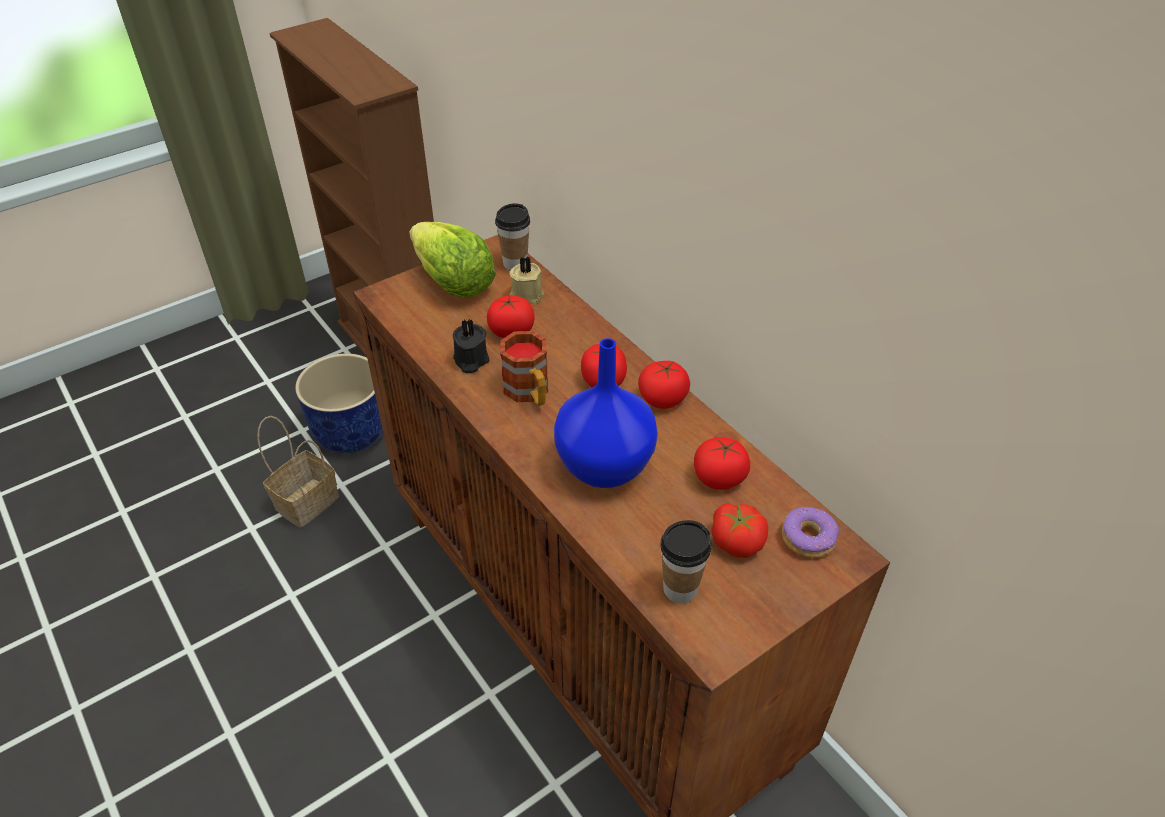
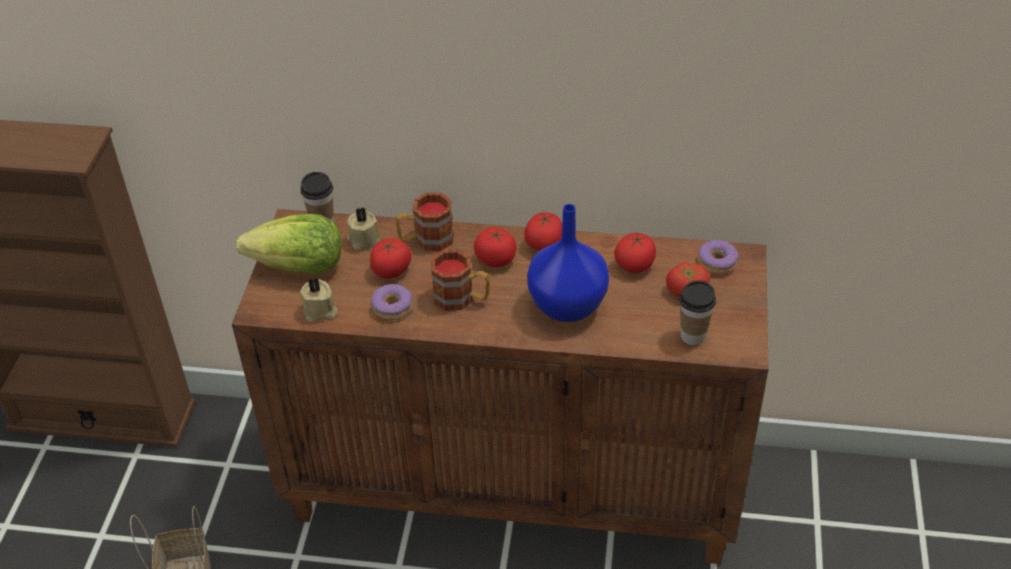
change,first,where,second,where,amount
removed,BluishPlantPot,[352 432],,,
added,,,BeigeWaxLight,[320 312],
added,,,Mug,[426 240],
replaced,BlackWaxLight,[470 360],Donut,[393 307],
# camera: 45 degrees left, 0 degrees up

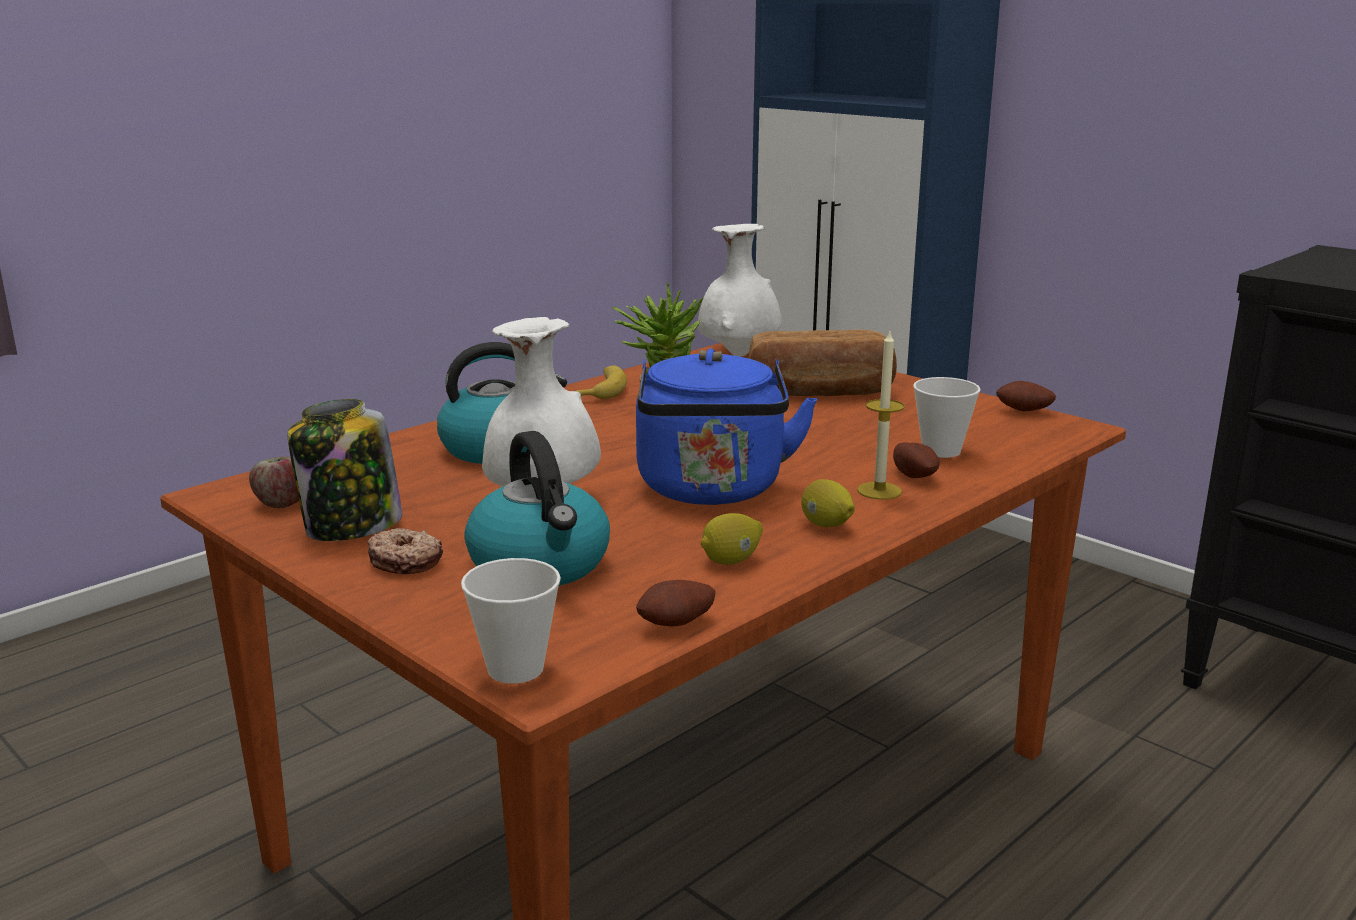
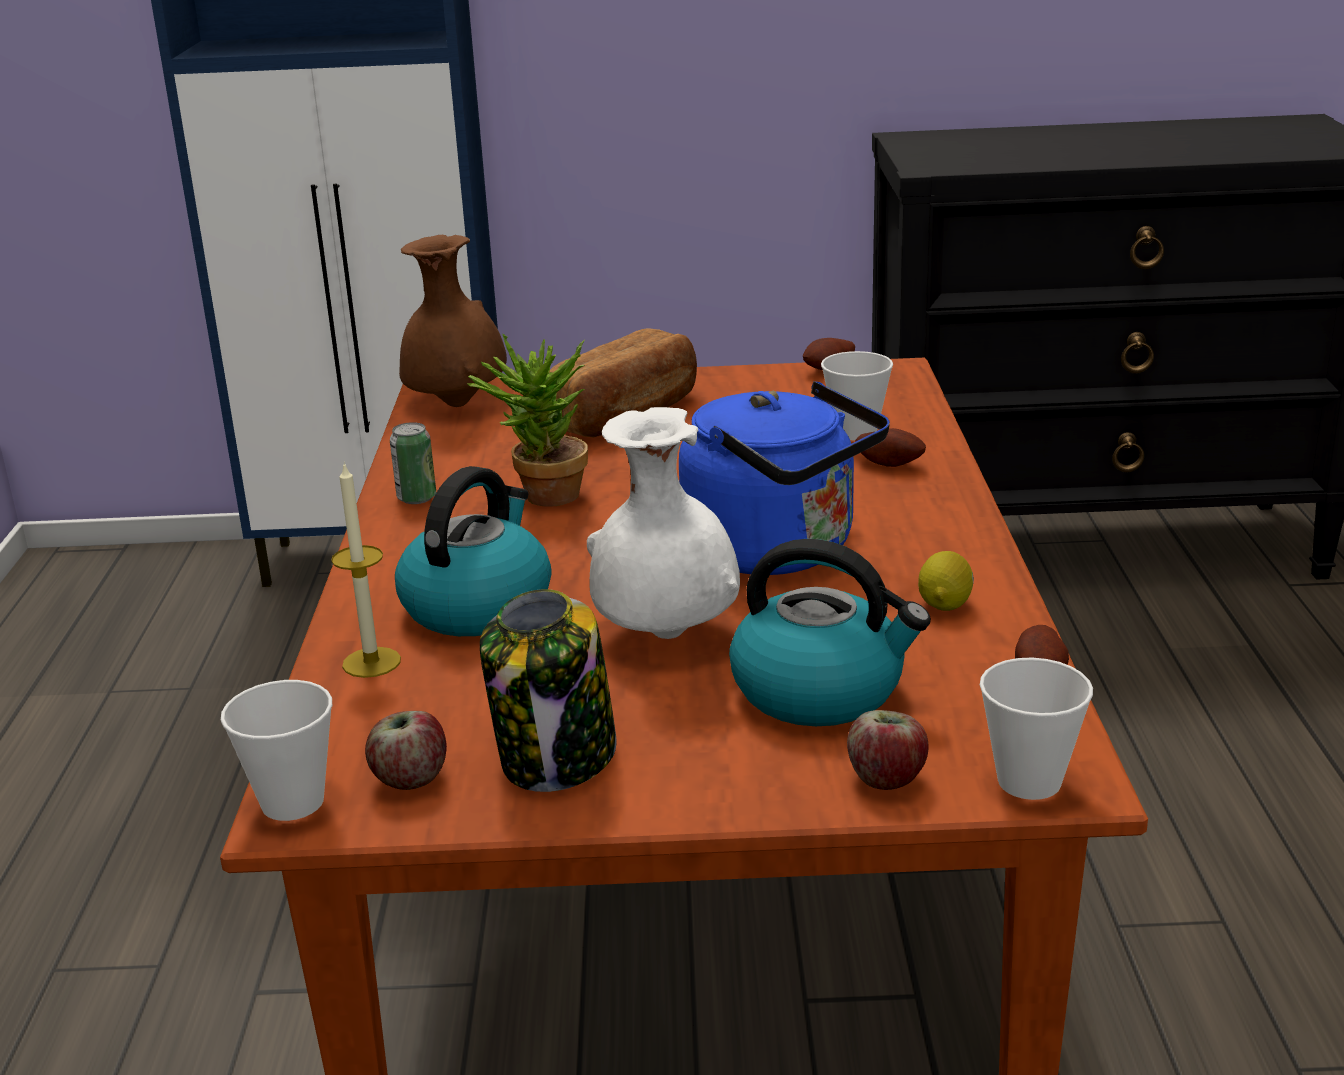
change,first,where,second,where,amount
removed,Donut,[406 561],,,
removed,WholeLemon,[826 525],,,
added,,,Cup,[292 802],
added,,,Apple,[887 779],
moved,WaxLight,[879 491],,[371 662],
replaced,BananaFruit,[602 390],Can,[416 498],
recoloured,WhiteColouredFlowerVase,[738 355],BrownFlowerVase,[456 405],
# camera: 45 degrees left, 5 degrees up

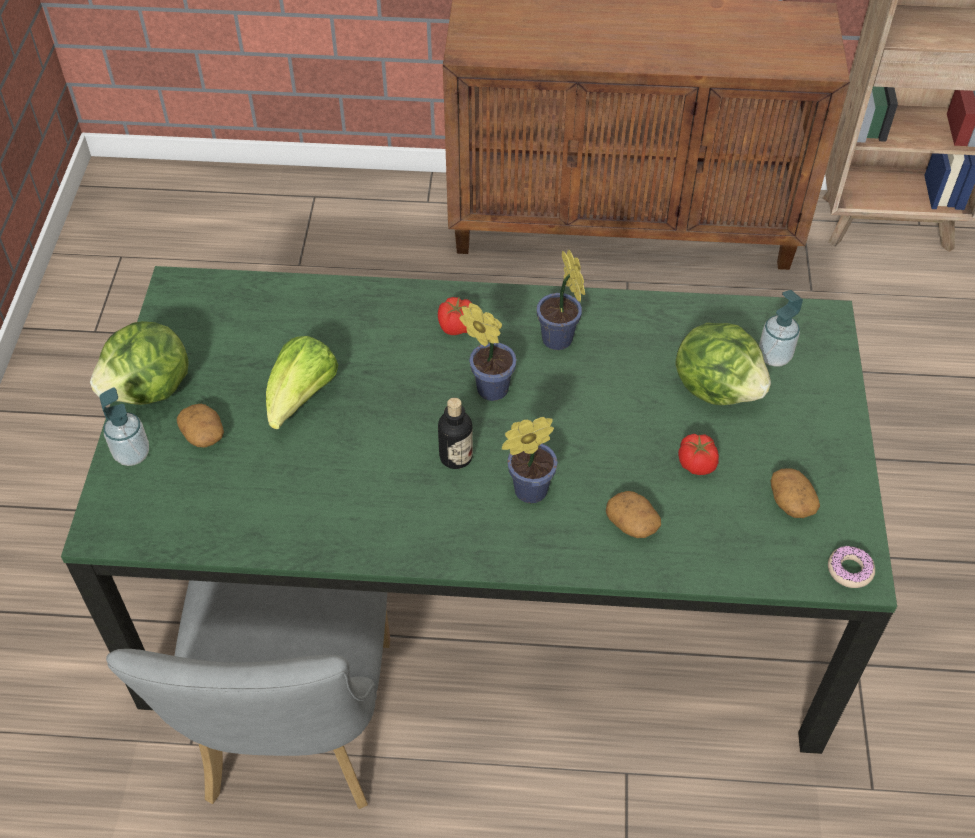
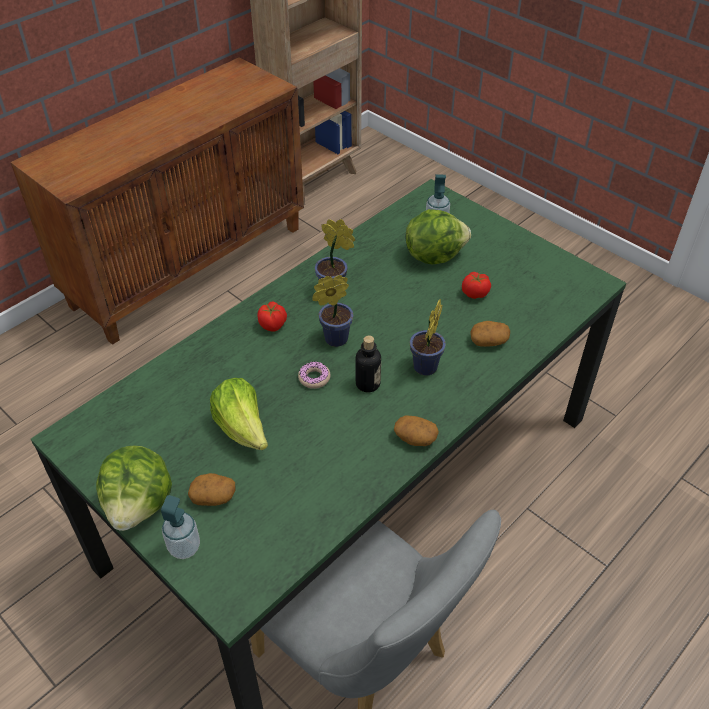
change,first,where,second,where,amount
moved,Potato,[790 502],,[415 438],
moved,Donut,[850 570],,[314 378],
# camera: 50 degrees left, 5 degrees down

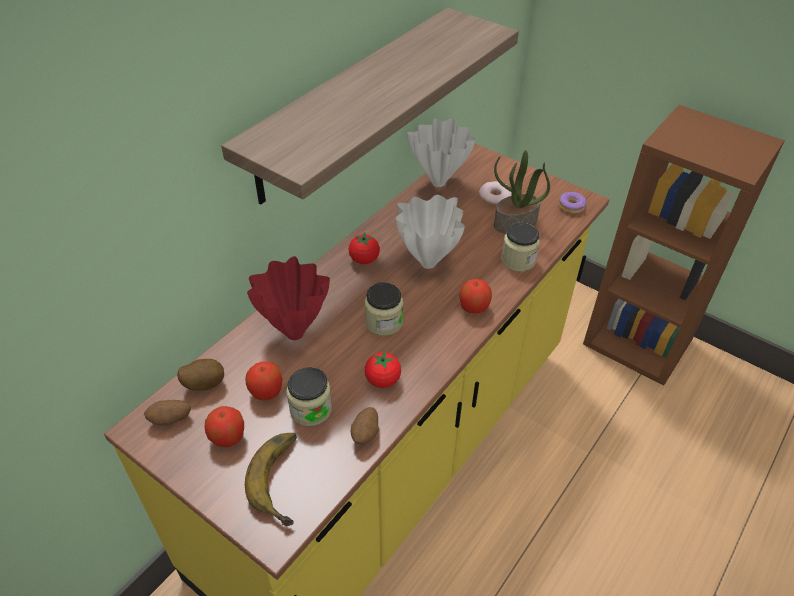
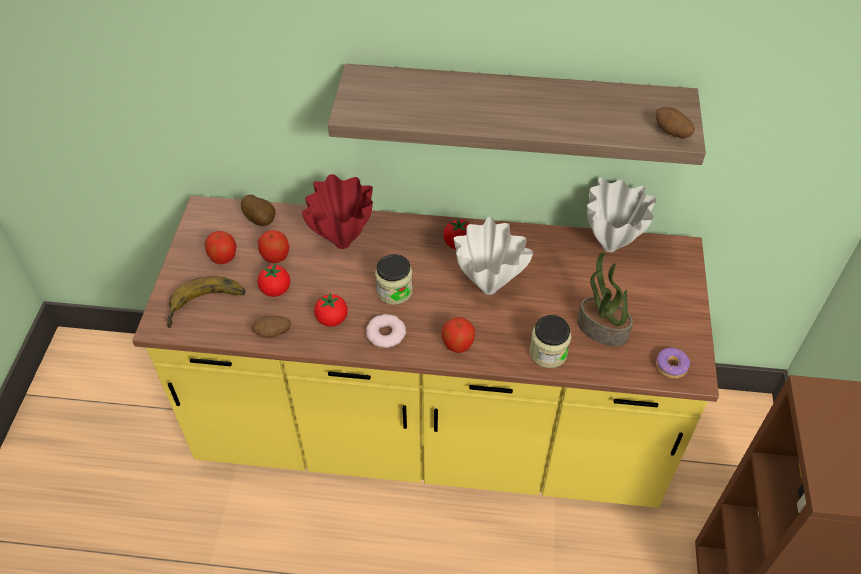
change,first,where,second,where,amount
moved,Potato,[170 420],,[671 133],
moved,Donut,[495 196],,[385 333],
replaced,PreserveJar,[311 409],WholeTomato,[275 290],
# camera: 60 degrees right, 5 degrees up

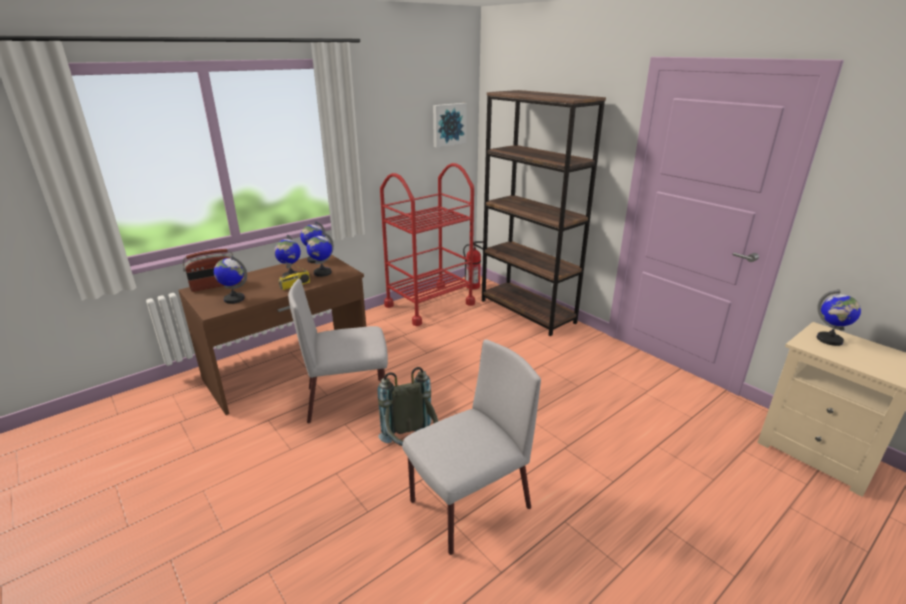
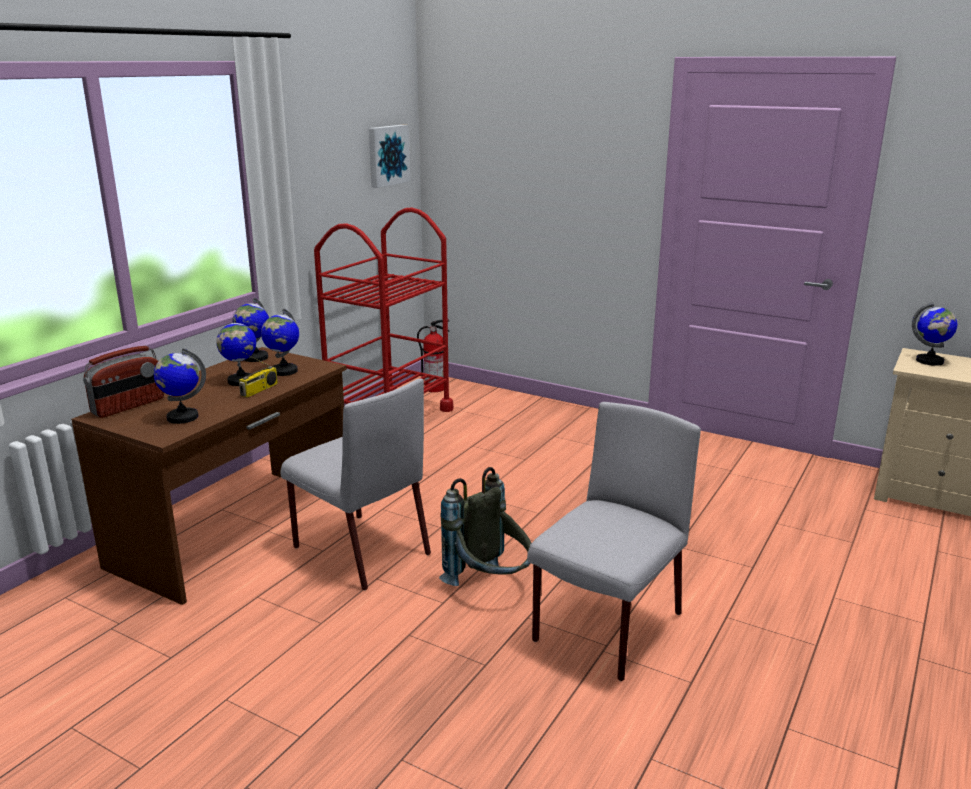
change,first,where,second,where,amount
removed,BrownBookcase,[527 311],,,
turned,GreyPlainChair,[348 399],,[359 550],105 degrees counterclockwise
# camera: 20 degrees left, 5 degrees down

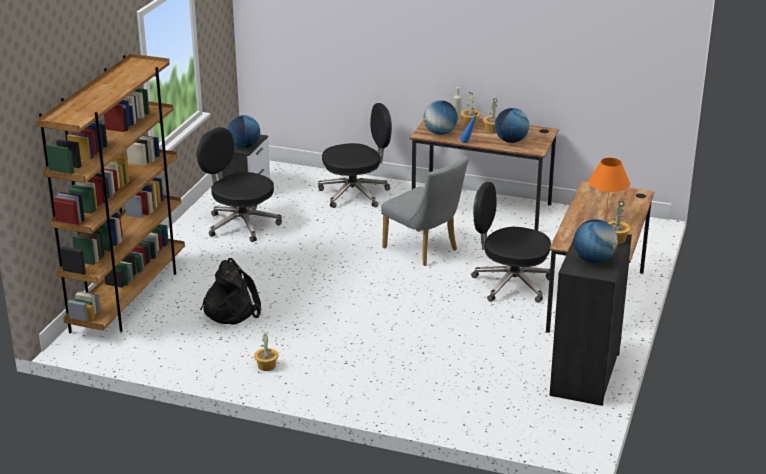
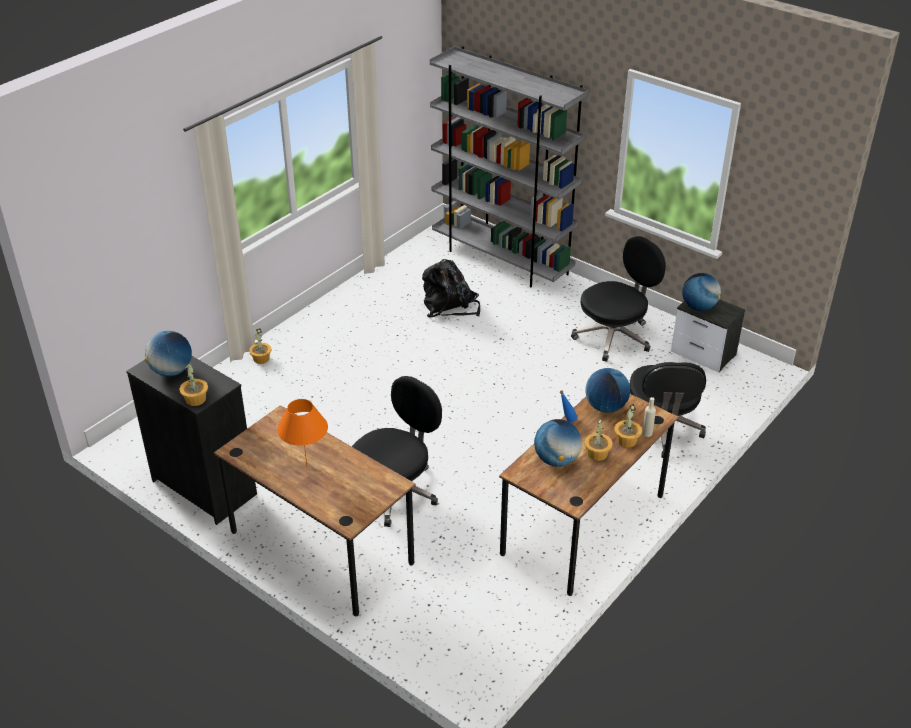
change,first,where,second,where,amount
removed,GreyPlainChair,[424 250],,,
moved,PlantInAPot,[266 366],,[261 358],
recoloured,BrownBookcase,[128 297],GreyBookcase,[502 260],
# camera: 110 degrees right, 10 degrees up

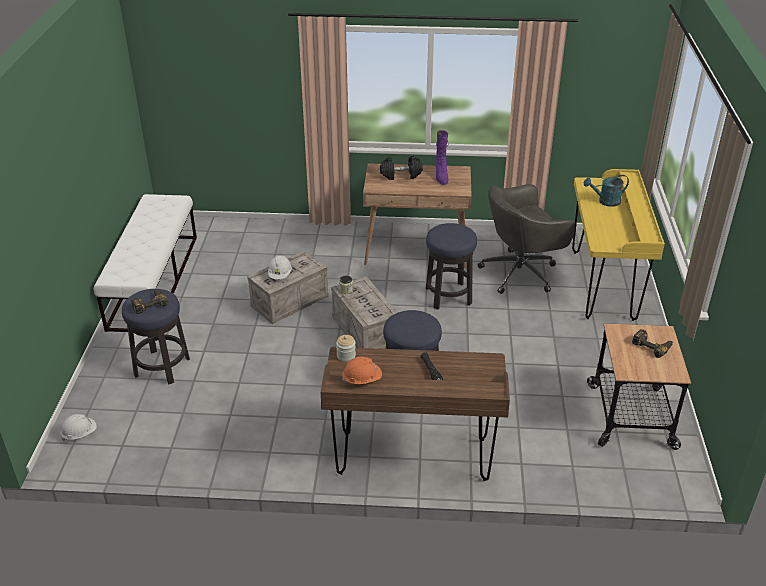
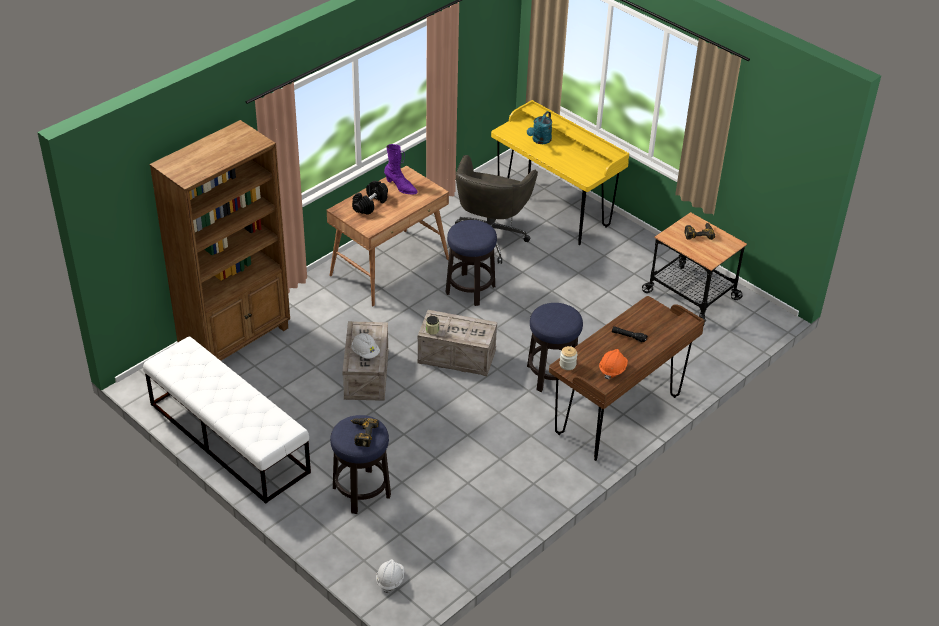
change,first,where,second,where,amount
added,,,BrownBookcase,[236 339],
# camera: 50 degrees left, 5 degrees up

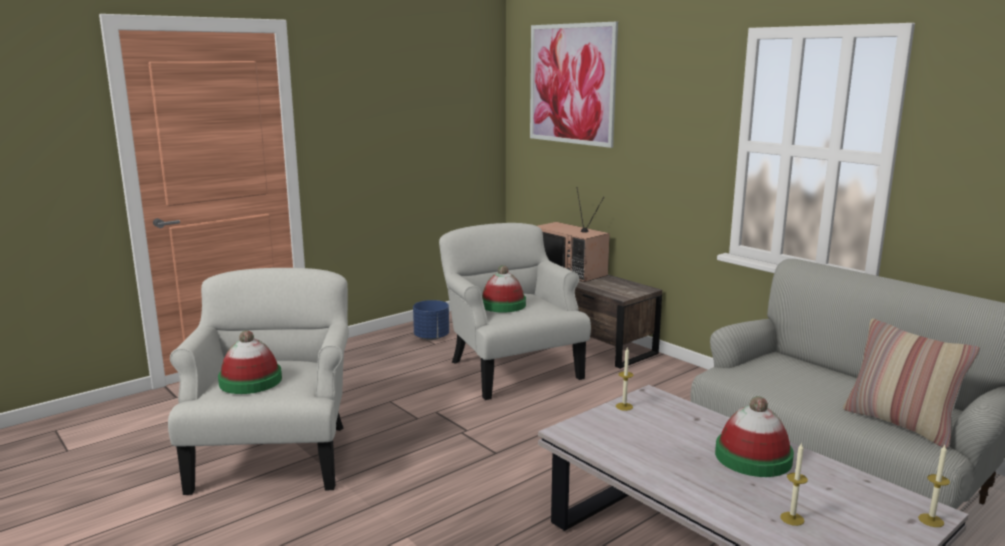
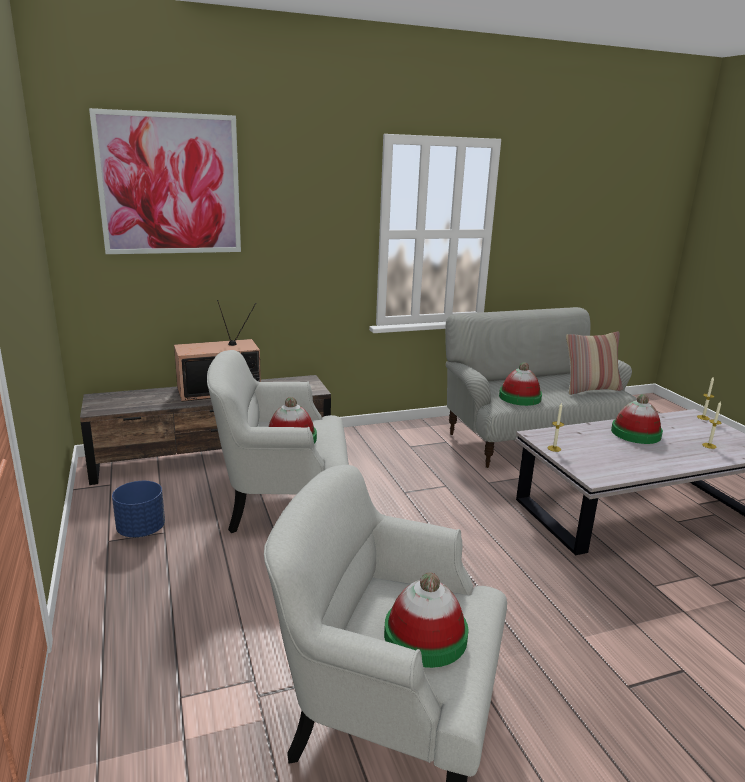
change,first,where,second,where,amount
added,,,ClothingHat,[520 397],
# camera: 70 degrees left, 5 degrees up

